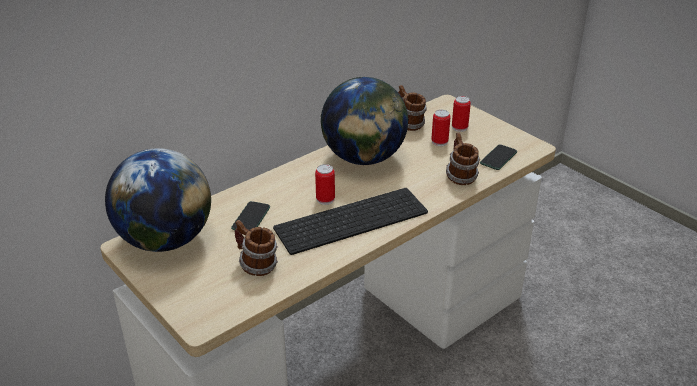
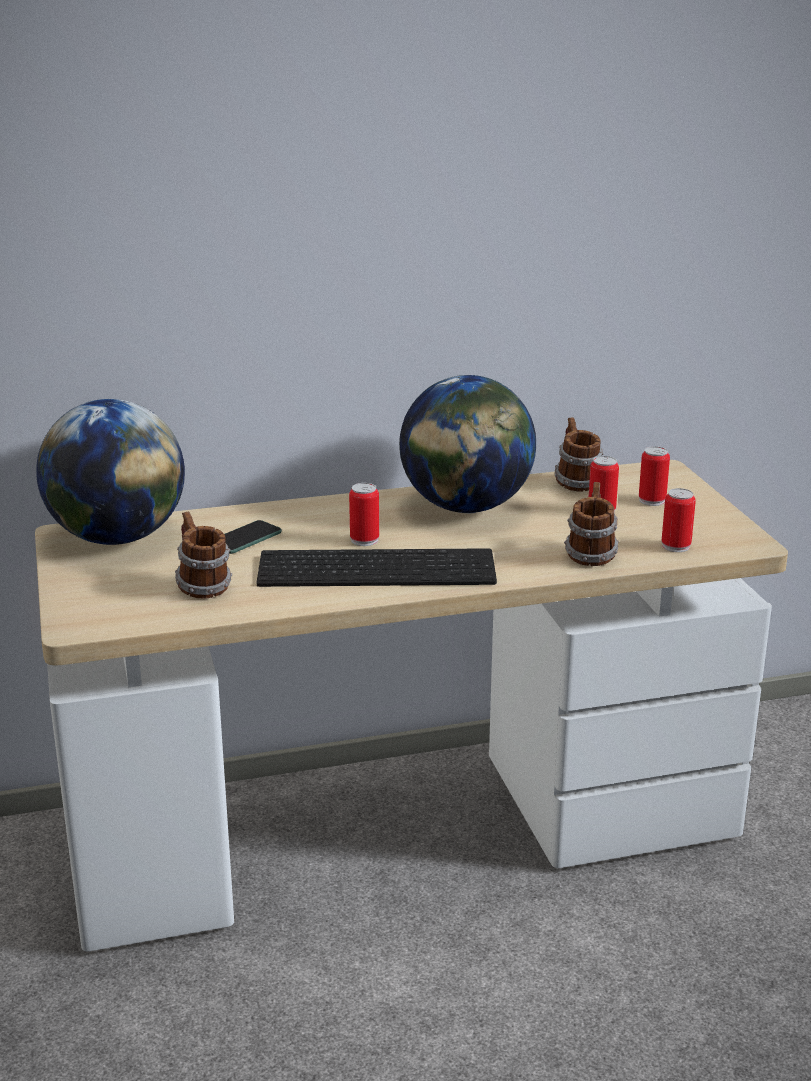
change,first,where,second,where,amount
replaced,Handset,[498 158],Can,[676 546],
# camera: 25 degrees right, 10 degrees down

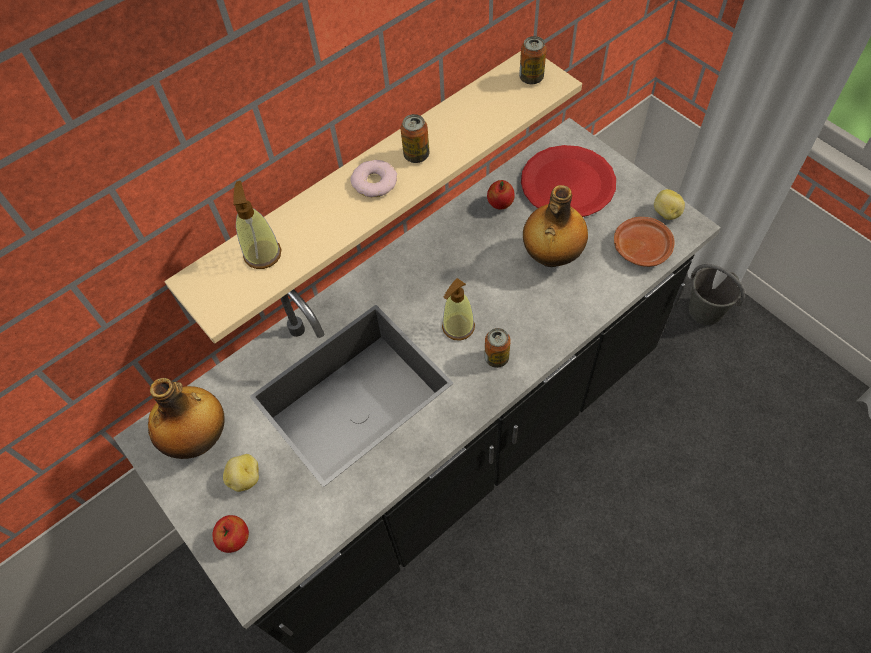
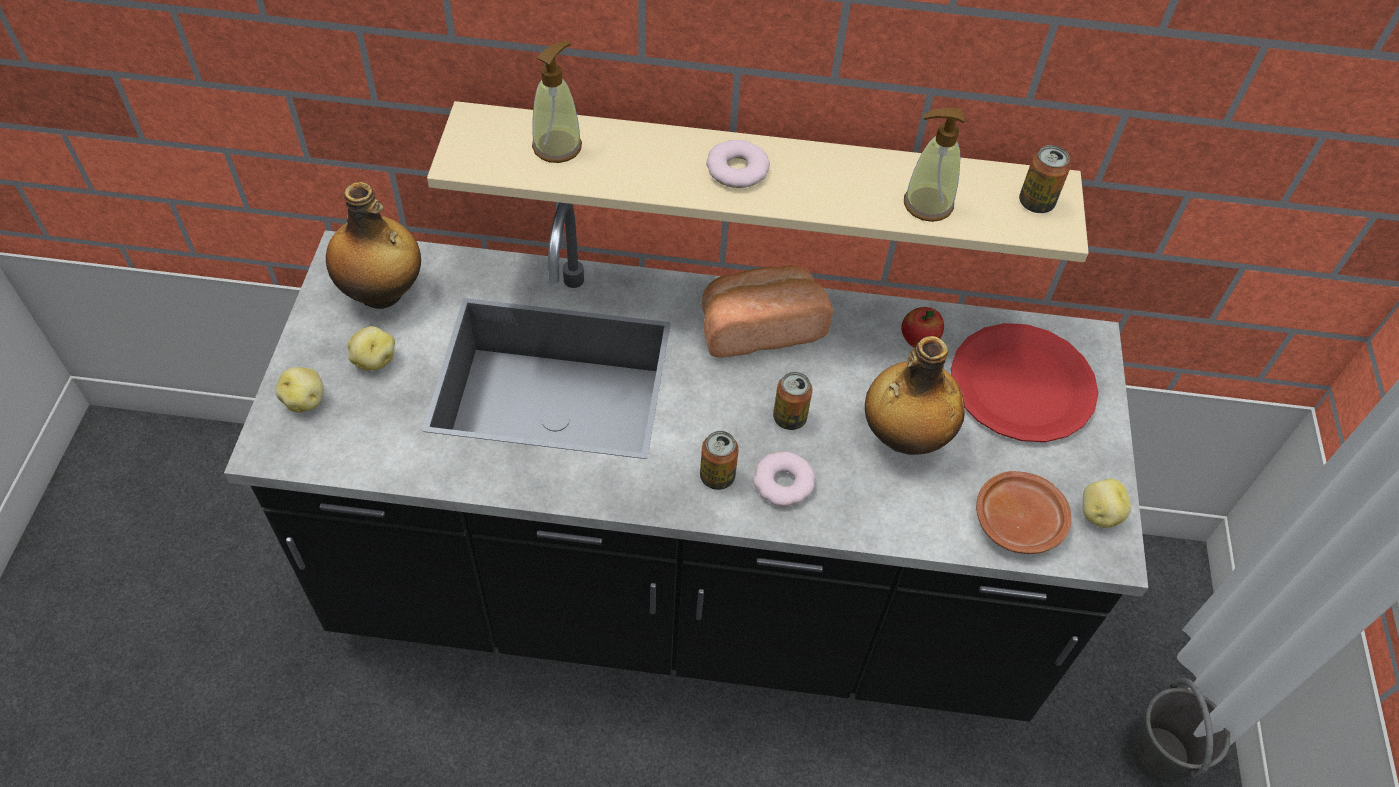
change,first,where,second,where,amount
added,,,BakedBread,[759 326],
added,,,Donut,[783 483],
moved,Can,[416 155],,[789 418],
moved,SoapBottle,[458 327],,[927 204],
replaced,Apple,[235 539],Potato,[305 400],
# camera: 40 degrees right, 5 degrees down

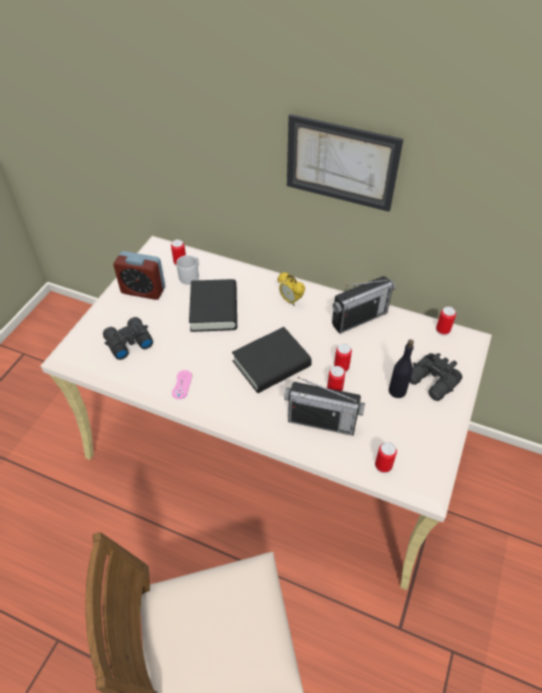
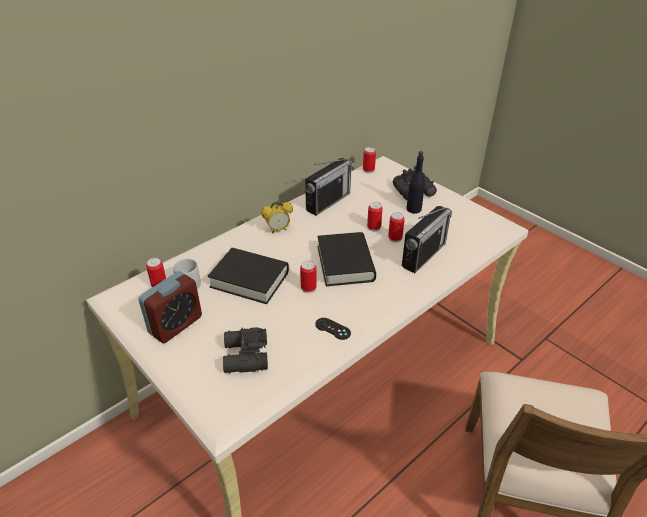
change,first,where,second,where,amount
removed,WallPicture,[341 163],,,
moved,Can,[383 466],,[308 288],
recoloured,PinkishJoypad,[182 384],BlackJoypad,[332 329],
turned,RadioSet,[359 318],,[328 202],45 degrees clockwise
# camera: 65 degrees left, 10 degrees down

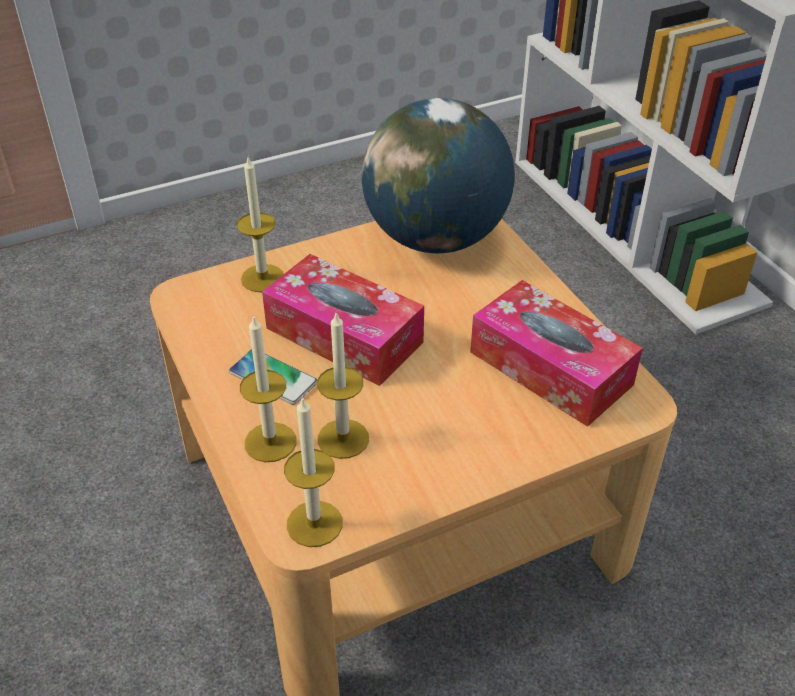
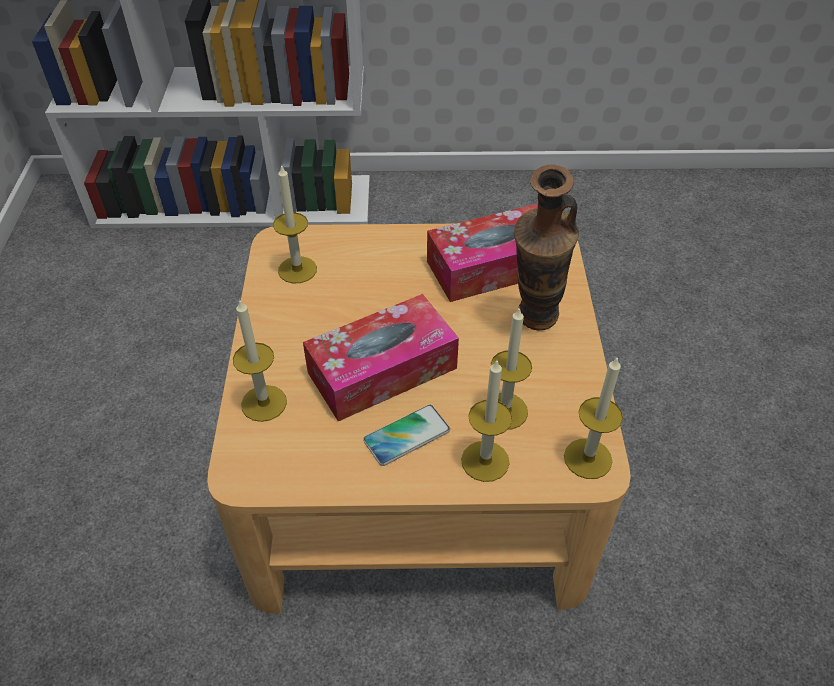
change,first,where,second,where,amount
added,,,FlowerVase,[532 326],
replaced,WorldGlobe,[436 237],WaxLight,[297 270],
# camera: 65 degrees left, 5 degrees up

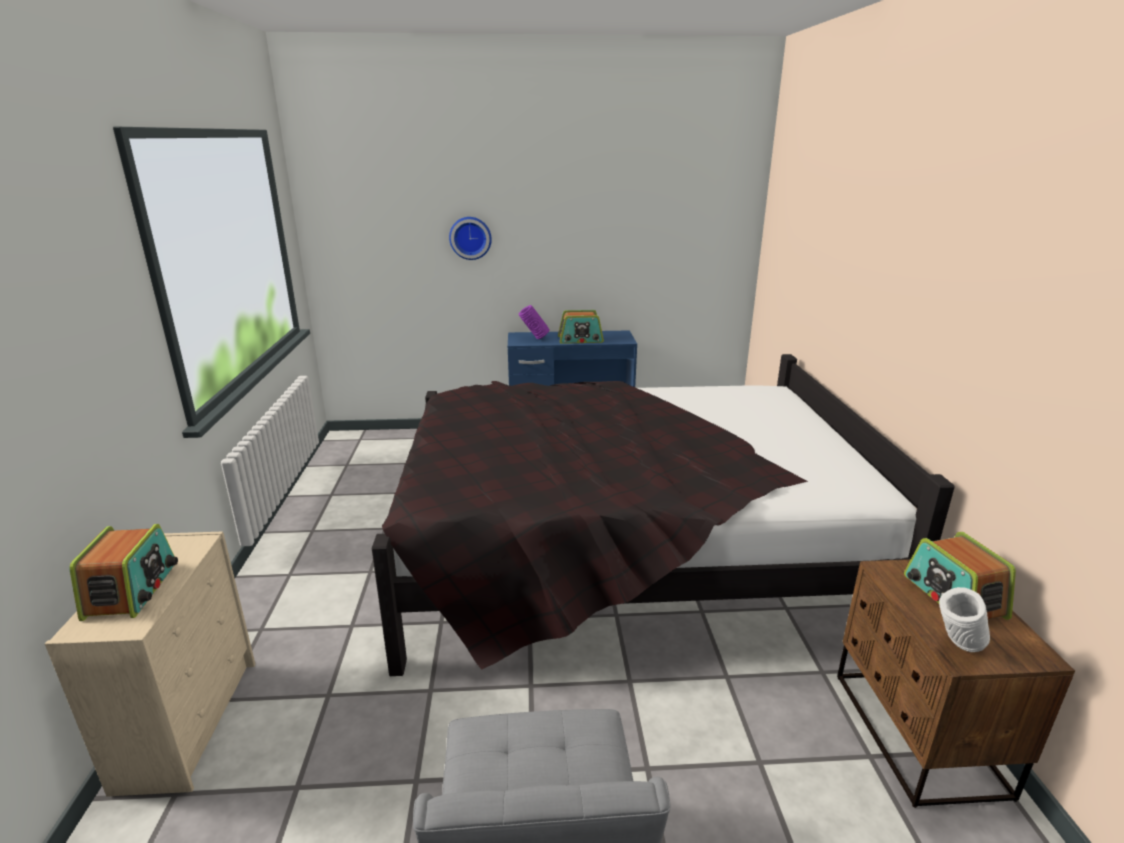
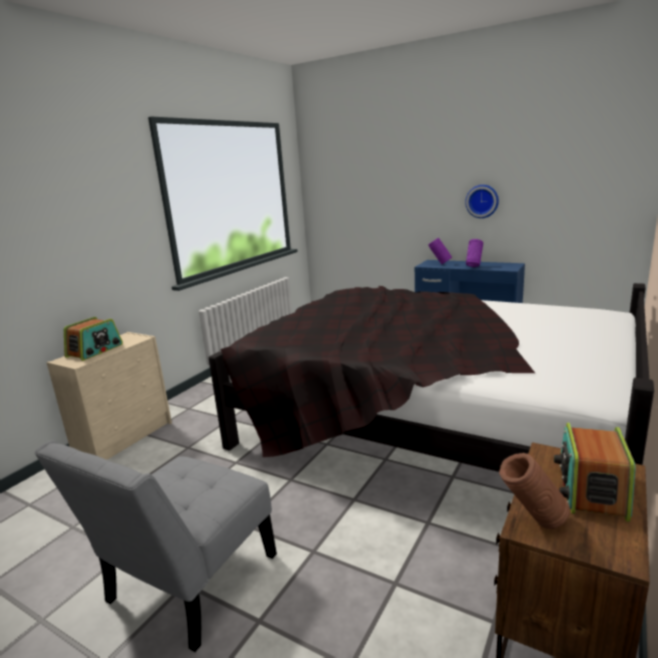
change,first,where,second,where,amount
moved,HangingClock,[470 238],,[482 201],
replaced,RadioSet,[580 339],PurplishFlowerVase,[474 266],
recoloured,WhiteColouredFlowerVase,[956 650],BrownFlowerVase,[532 522],
# camera: 35 degrees right, 5 degrees down

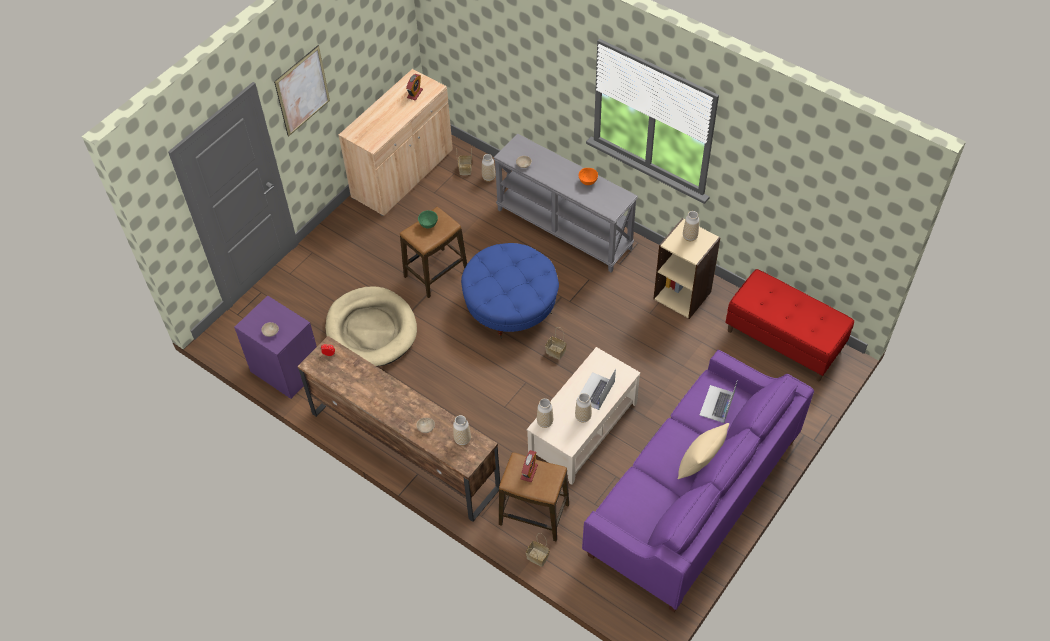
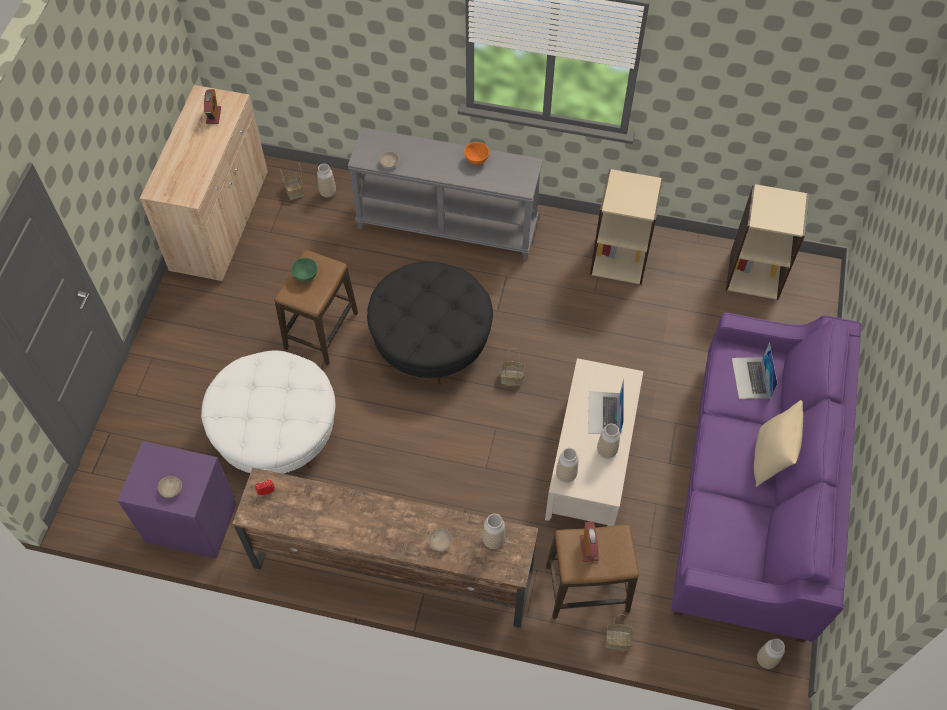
change,first,where,second,where,amount
removed,WallPicture,[302 91],,,
moved,FlowerVase,[690 237],,[766 659],
replaced,BeigeDogBed,[371 330],WhiteColouredOttoman,[276 431],
replaced,RedColouredIndoorBench,[784 340],BeigeBookcase,[754 273],
recoloured,BluishOttoman,[511 305],BlackOttoman,[431 339],
# camera: 25 degrees left, 5 degrees up

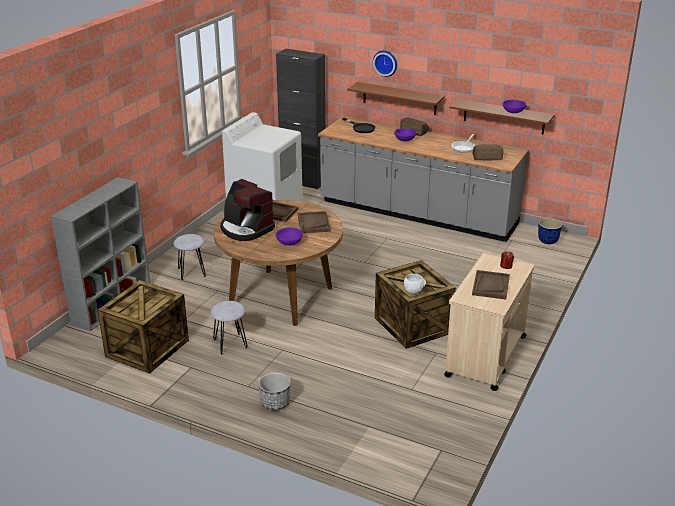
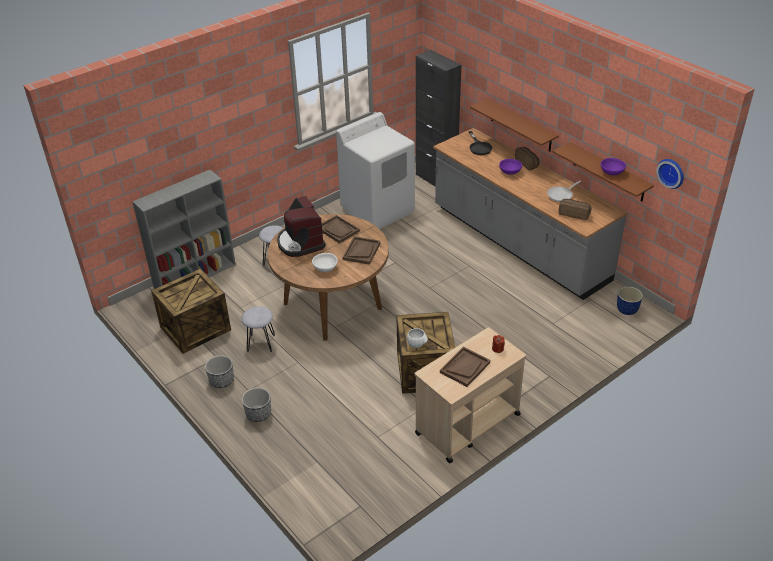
change,first,where,second,where,amount
added,,,PlantPot,[221 381],
moved,HangingClock,[386 63],,[671 172],
recoloured,PurplishServingBowl,[289 243],WhiteColouredServingBowl,[325 268],
# camera: 25 degrees right, 10 degrees up

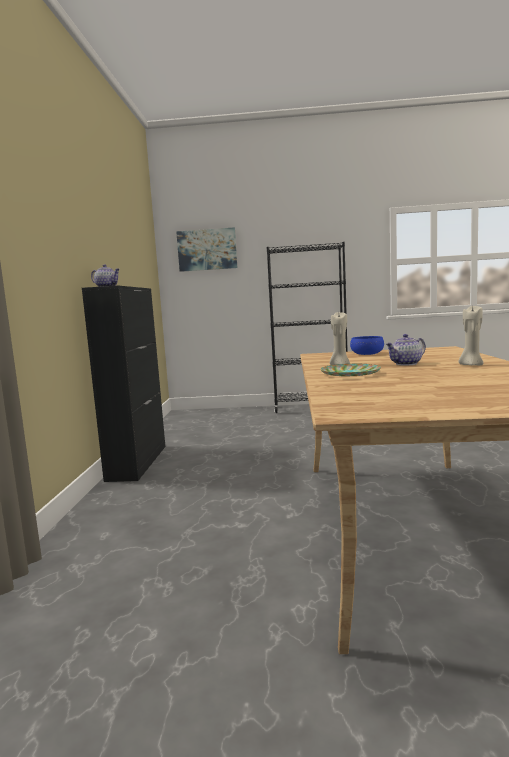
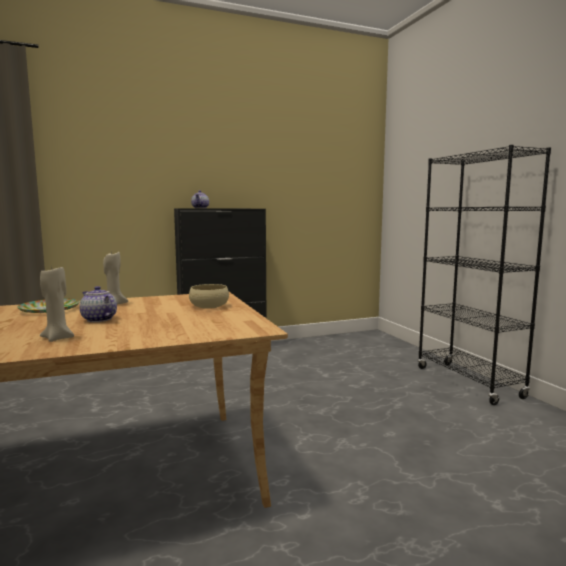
change,first,where,second,where,amount
removed,WallPicture,[207 250],,,
recoloured,BluishServingBowl,[367 353],BeigeServingBowl,[209 306],
# camera: 65 degrees right, 0 degrees up

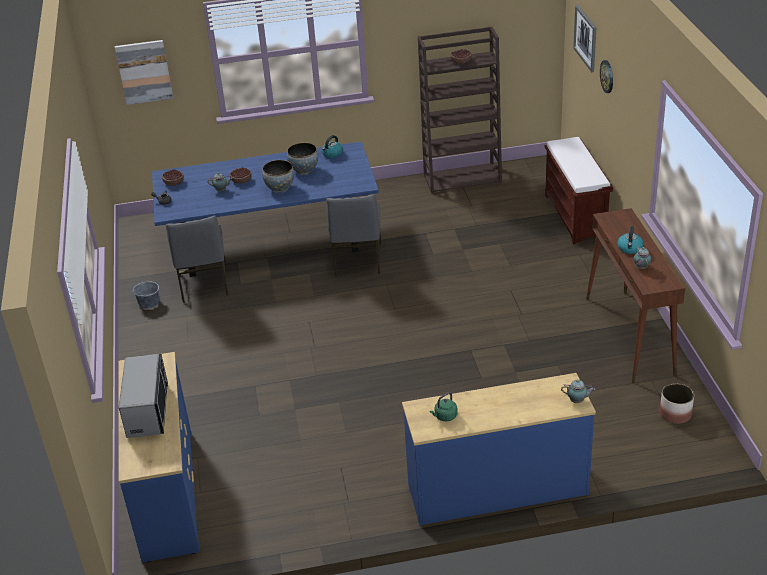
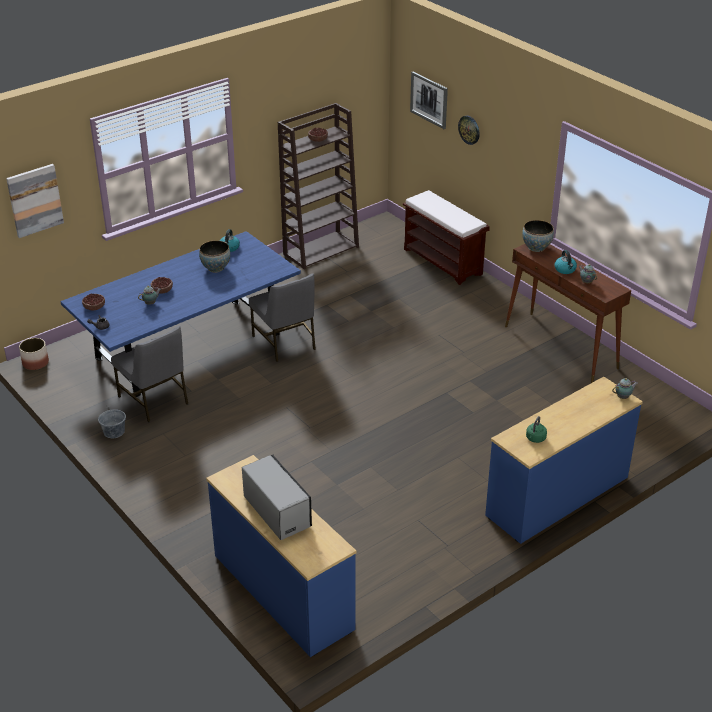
change,first,where,second,where,amount
moved,ServingBowl,[280 188],,[536 247],
moved,PlantPot,[675 414],,[36 363],
# camera: 30 degrees left, 0 degrees up

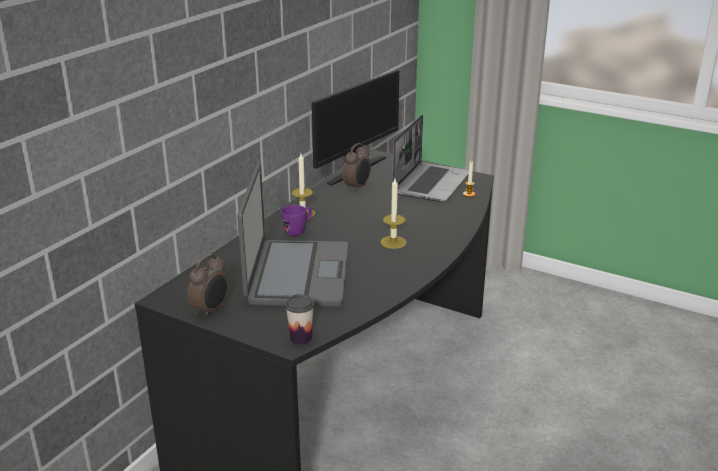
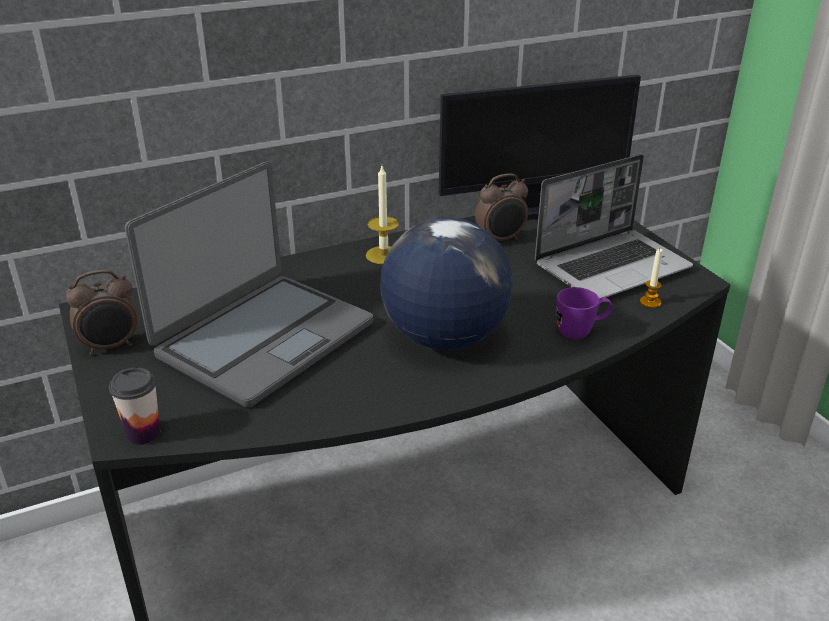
change,first,where,second,where,amount
moved,PurplishMug,[298 231],,[581 332],
replaced,WaxLight,[393 242],WorldGlobe,[444 338],
# camera: 35 degrees right, 5 degrees up

